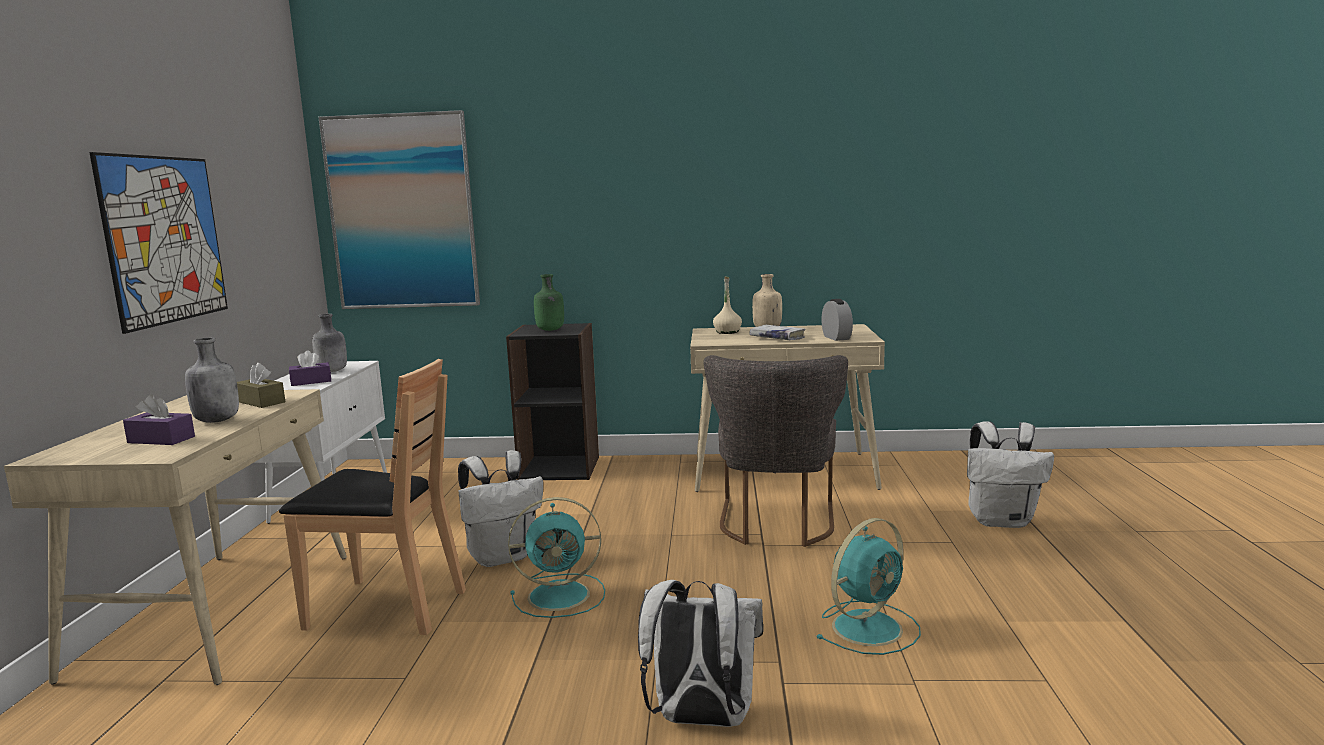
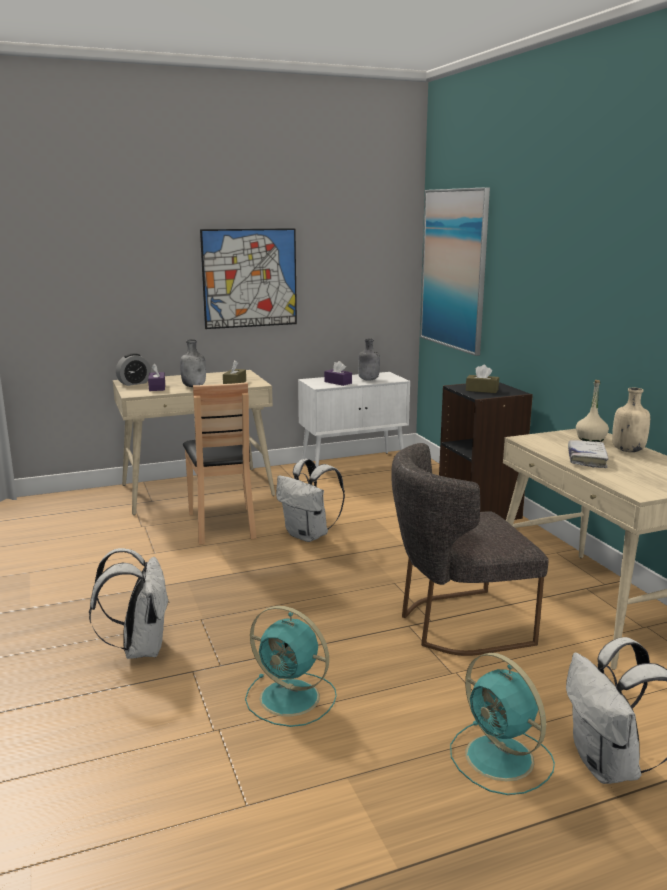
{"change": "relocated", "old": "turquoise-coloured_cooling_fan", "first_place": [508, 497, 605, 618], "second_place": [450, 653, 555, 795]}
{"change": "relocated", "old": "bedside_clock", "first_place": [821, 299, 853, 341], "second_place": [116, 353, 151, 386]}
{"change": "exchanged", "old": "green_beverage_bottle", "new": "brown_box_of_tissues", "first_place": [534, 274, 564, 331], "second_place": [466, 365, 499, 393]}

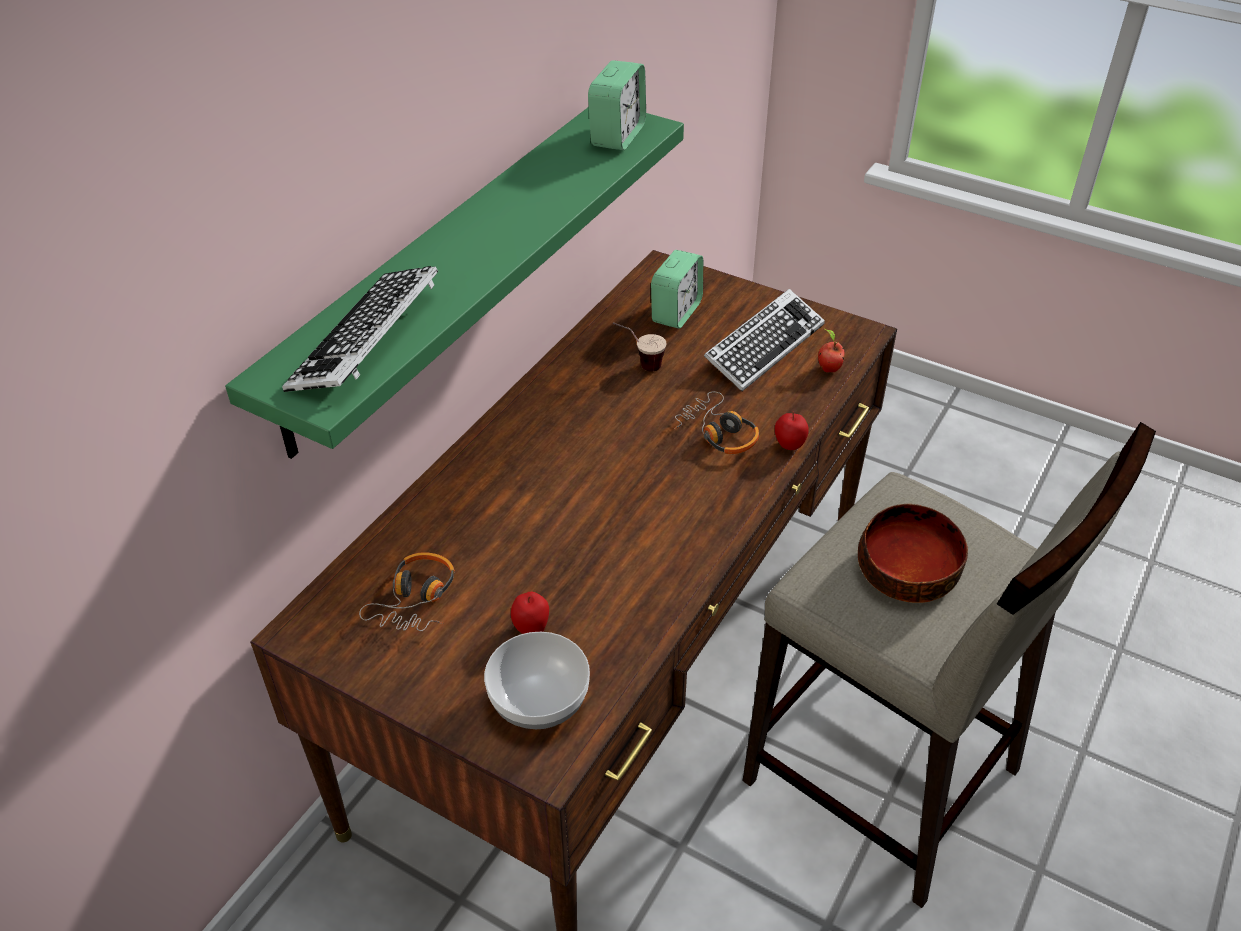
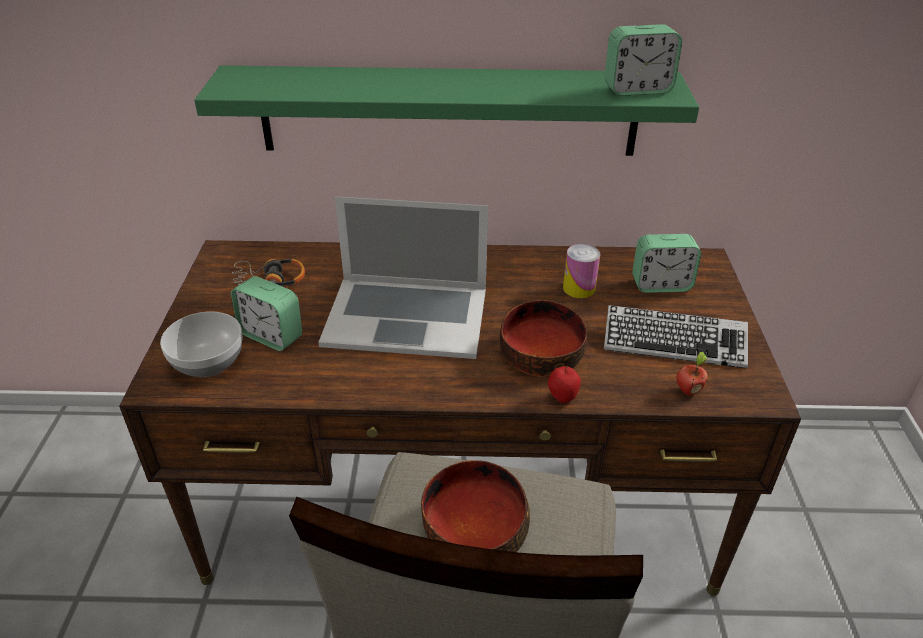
{"change": "missing", "old": "computer_keyboard", "first_place": [282, 266, 438, 392]}
{"change": "appeared", "new": "notebook_computer", "second_place": [318, 196, 488, 359]}
{"change": "exchanged", "old": "whole_apple", "new": "bedside_clock", "first_place": [511, 592, 549, 634], "second_place": [231, 276, 302, 351]}
{"change": "exchanged", "old": "cup", "new": "sealed_can", "first_place": [613, 322, 667, 372], "second_place": [563, 244, 600, 298]}
{"change": "exchanged", "old": "headset", "new": "bowl", "first_place": [674, 391, 759, 454], "second_place": [500, 300, 587, 377]}

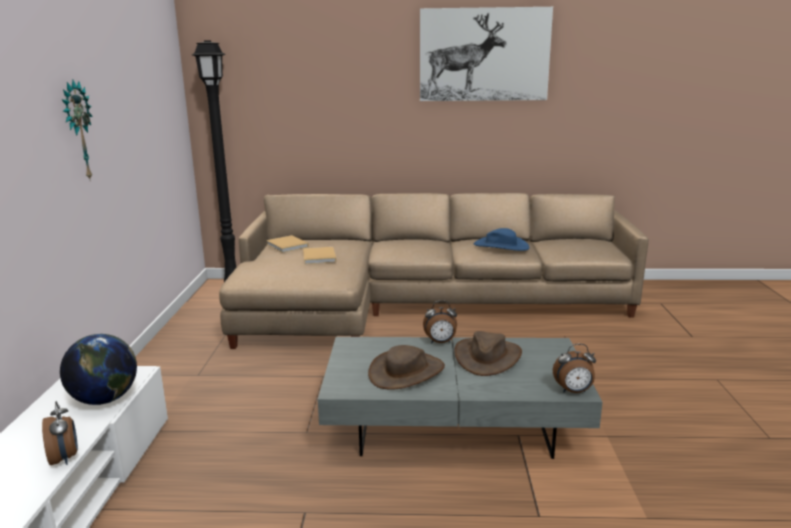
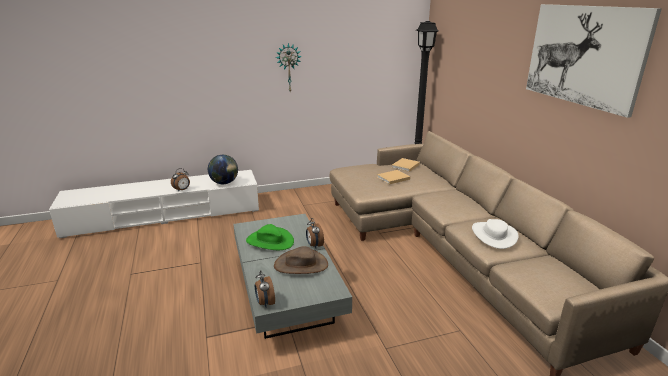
{"change": "colour", "old": "brown_wearable_hat", "new": "green_wearable_hat", "first_place": [368, 345, 445, 390], "second_place": [246, 224, 294, 250]}
{"change": "colour", "old": "blue-coloured_wearable_hat", "new": "white-coloured_wearable_hat", "first_place": [474, 228, 530, 251], "second_place": [472, 219, 519, 249]}

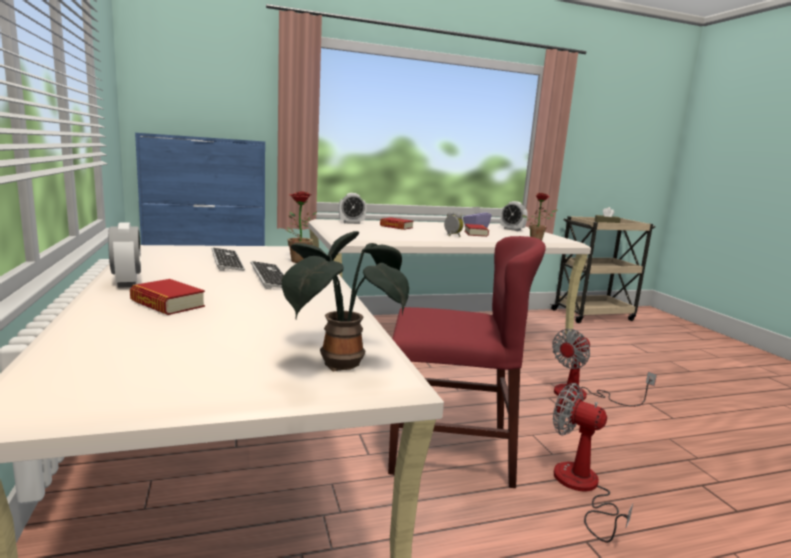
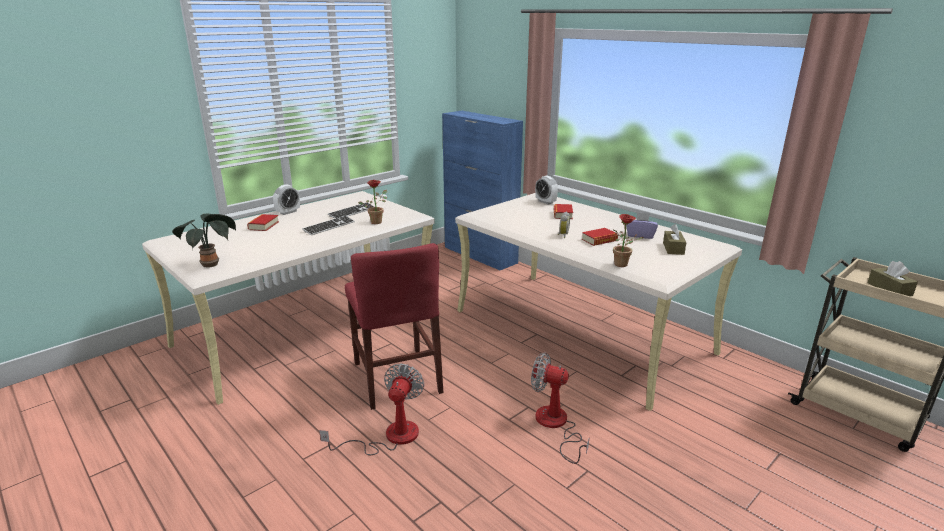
{"change": "exchanged", "old": "bedside_clock", "new": "brown_box_of_tissues", "first_place": [500, 201, 528, 231], "second_place": [663, 224, 686, 255]}

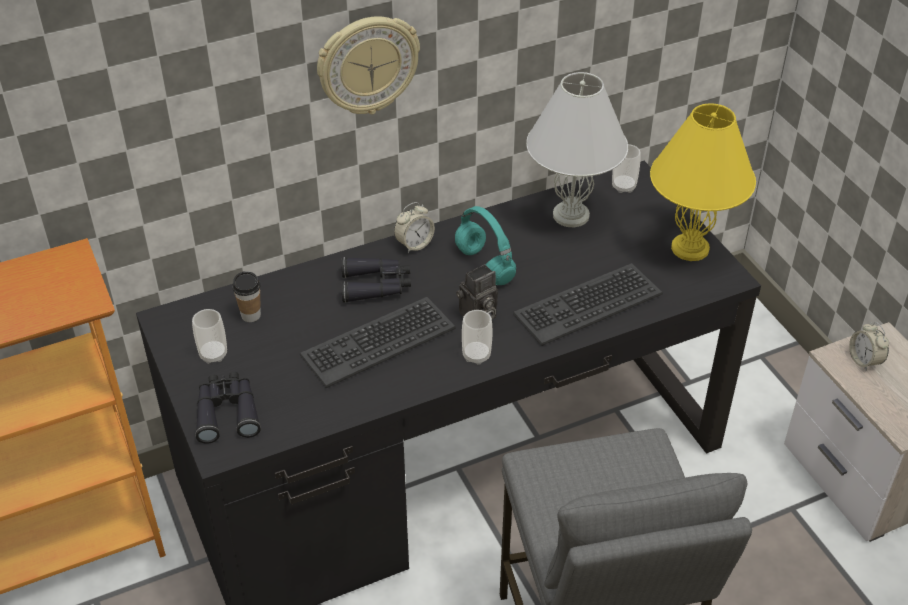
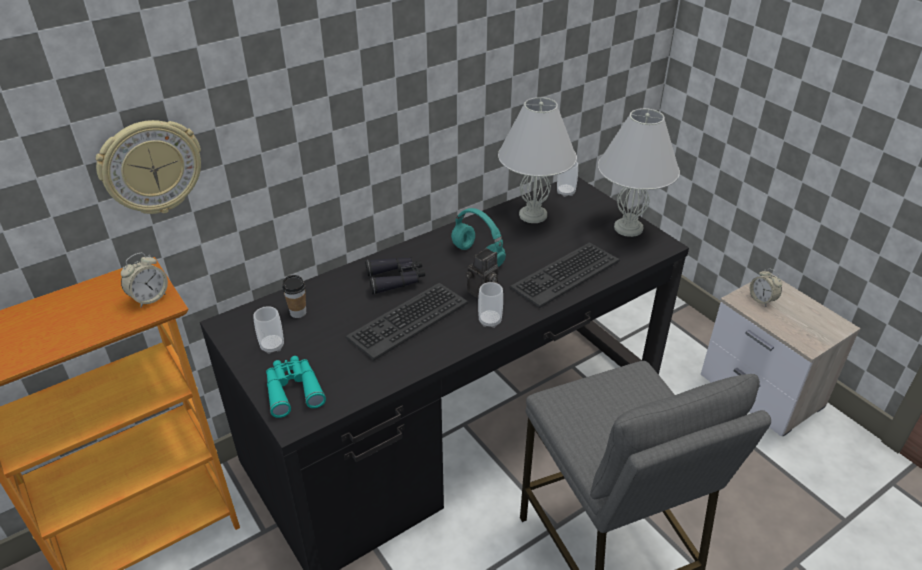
{"change": "relocated", "old": "hanging_clock", "first_place": [317, 16, 420, 114], "second_place": [96, 120, 201, 214]}
{"change": "relocated", "old": "bedside_clock", "first_place": [394, 202, 435, 253], "second_place": [121, 252, 168, 308]}
{"change": "colour", "old": "black_pair_of_binoculars", "new": "turquoise-coloured_pair_of_binoculars", "first_place": [195, 372, 261, 444], "second_place": [266, 356, 326, 418]}
{"change": "colour", "old": "yellow_table_lamp", "new": "white-coloured_table_lamp", "first_place": [650, 103, 756, 261], "second_place": [598, 108, 680, 237]}

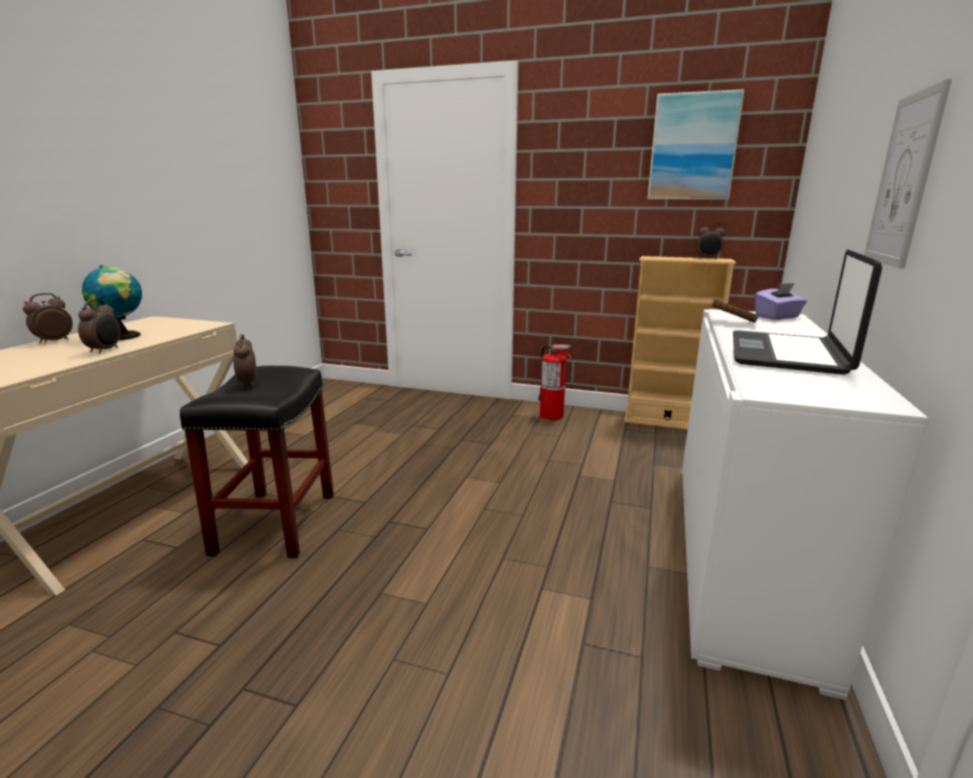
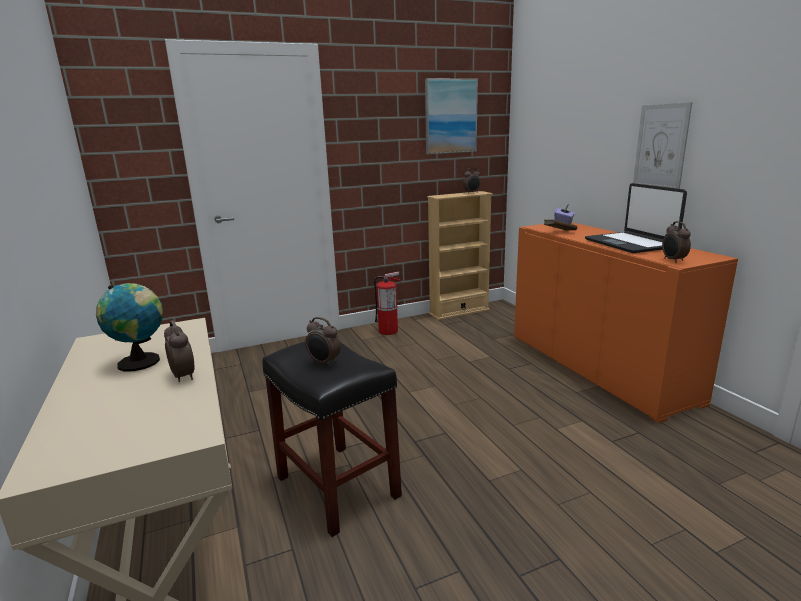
{"change": "relocated", "old": "bedside_clock", "first_place": [23, 293, 73, 343], "second_place": [662, 221, 691, 263]}
{"change": "colour", "old": "white-coloured_cabinet", "new": "orange_cabinet", "first_place": [682, 309, 928, 700], "second_place": [514, 222, 738, 423]}

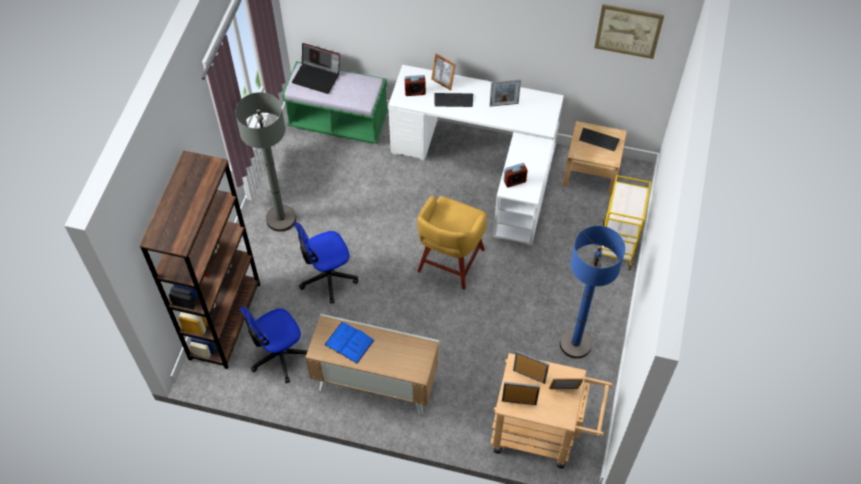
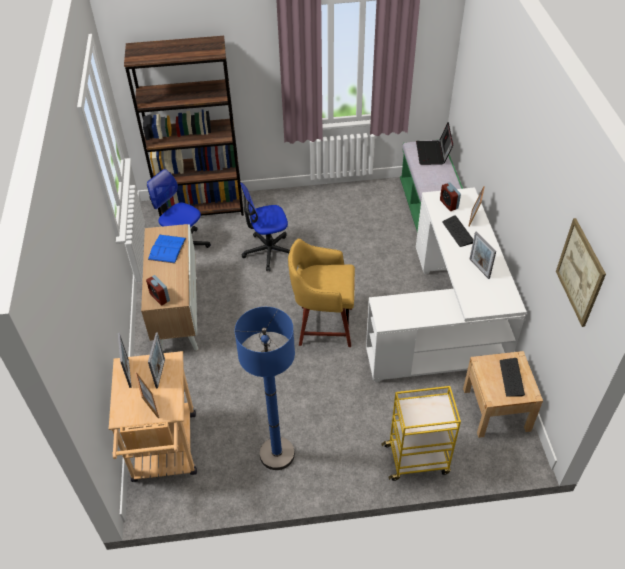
{"change": "missing", "old": "gray_standard_lamp", "first_place": [235, 92, 296, 232]}
{"change": "relocated", "old": "bedside_clock", "first_place": [503, 163, 528, 187], "second_place": [146, 275, 170, 306]}
{"change": "spun", "old": "office_chair", "first_place": [294, 222, 358, 304], "second_place": [240, 183, 290, 271], "degrees": -60}

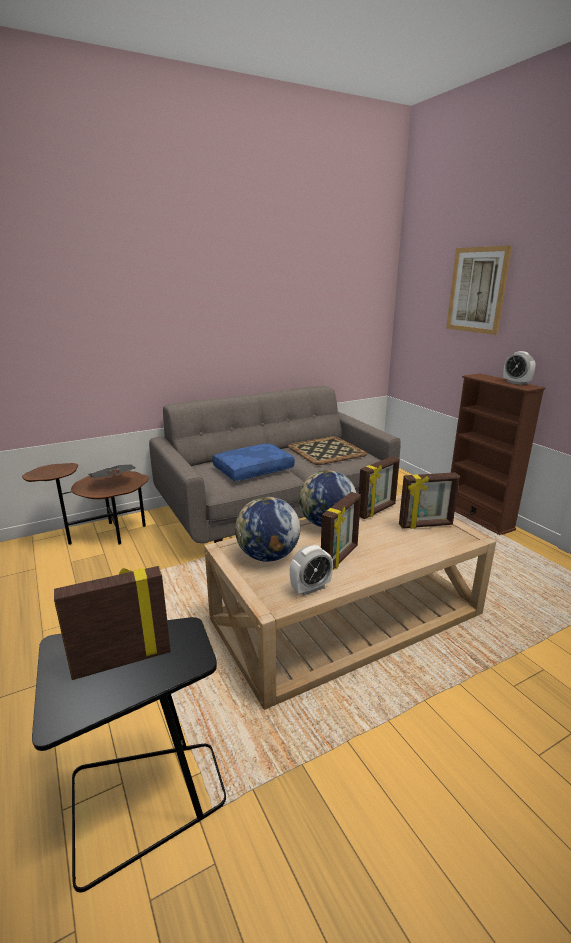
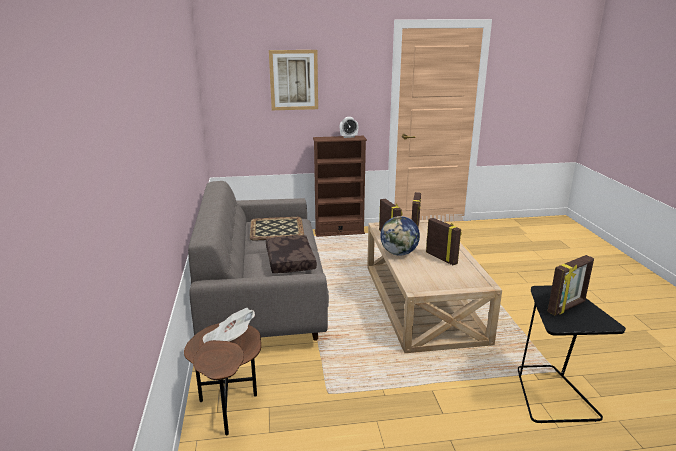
{"change": "missing", "old": "desk_globe", "first_place": [235, 497, 300, 562]}
{"change": "missing", "old": "bedside_clock", "first_place": [290, 545, 333, 596]}
{"change": "colour", "old": "blue-coloured_cushion", "new": "brown_cushion", "first_place": [212, 444, 295, 481], "second_place": [266, 235, 317, 273]}
{"change": "spun", "old": "standing_frame", "first_place": [54, 566, 171, 680], "second_place": [547, 255, 594, 316], "degrees": -120}

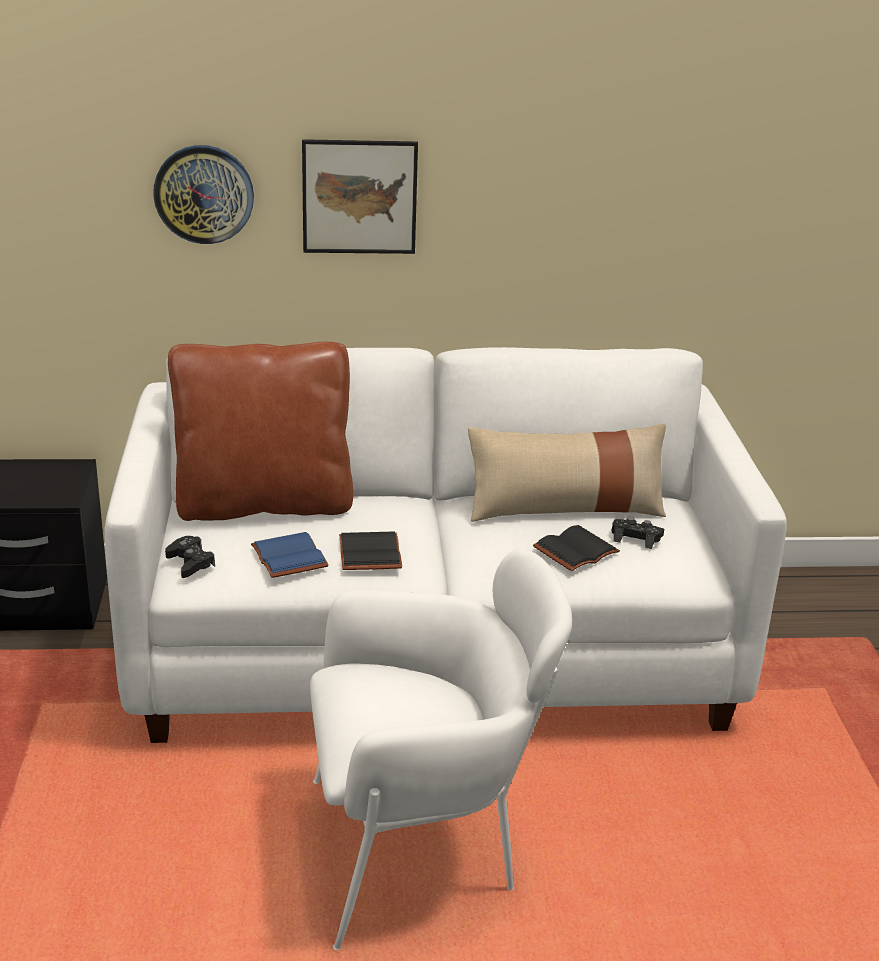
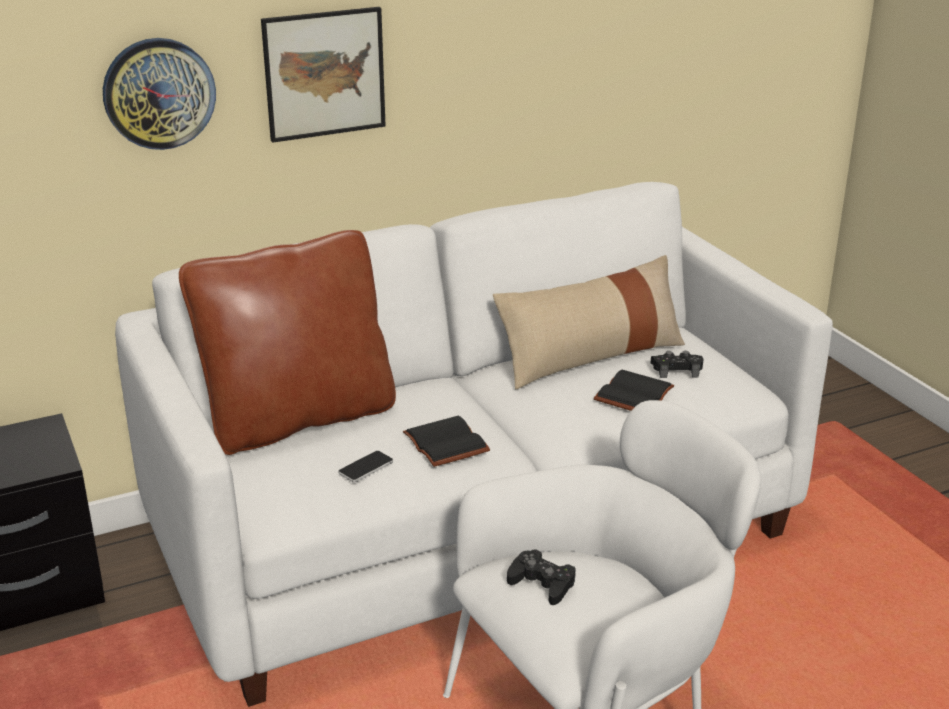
{"change": "relocated", "old": "black_gamepad", "first_place": [165, 536, 215, 578], "second_place": [507, 549, 576, 605]}
{"change": "exchanged", "old": "blue-coloured_volume", "new": "handset", "first_place": [251, 532, 329, 578], "second_place": [338, 451, 393, 483]}

